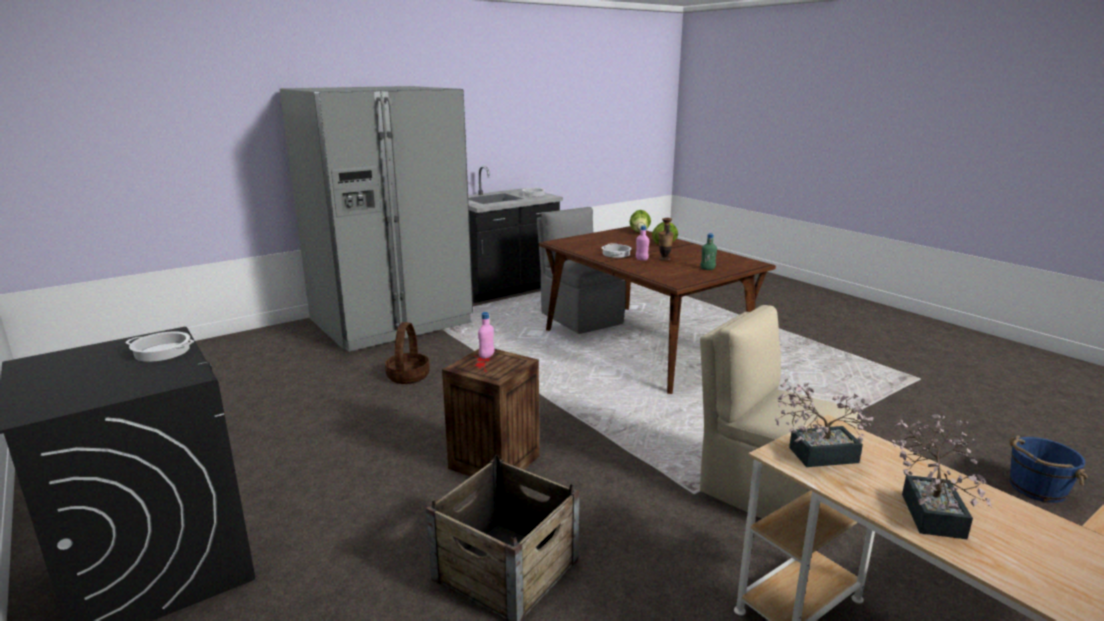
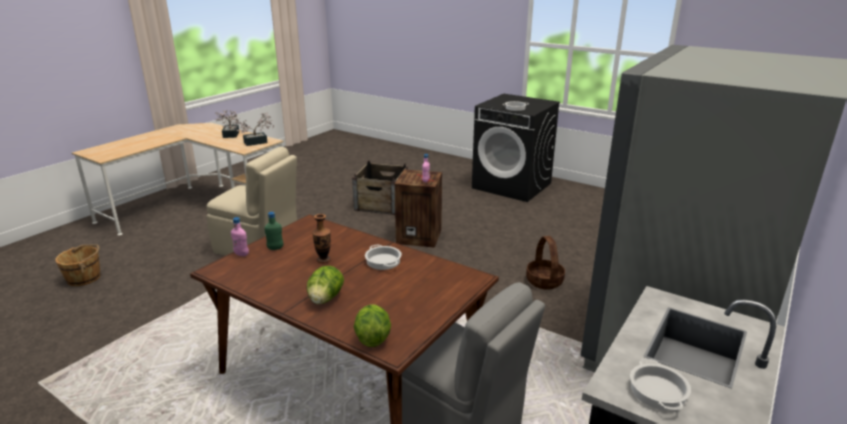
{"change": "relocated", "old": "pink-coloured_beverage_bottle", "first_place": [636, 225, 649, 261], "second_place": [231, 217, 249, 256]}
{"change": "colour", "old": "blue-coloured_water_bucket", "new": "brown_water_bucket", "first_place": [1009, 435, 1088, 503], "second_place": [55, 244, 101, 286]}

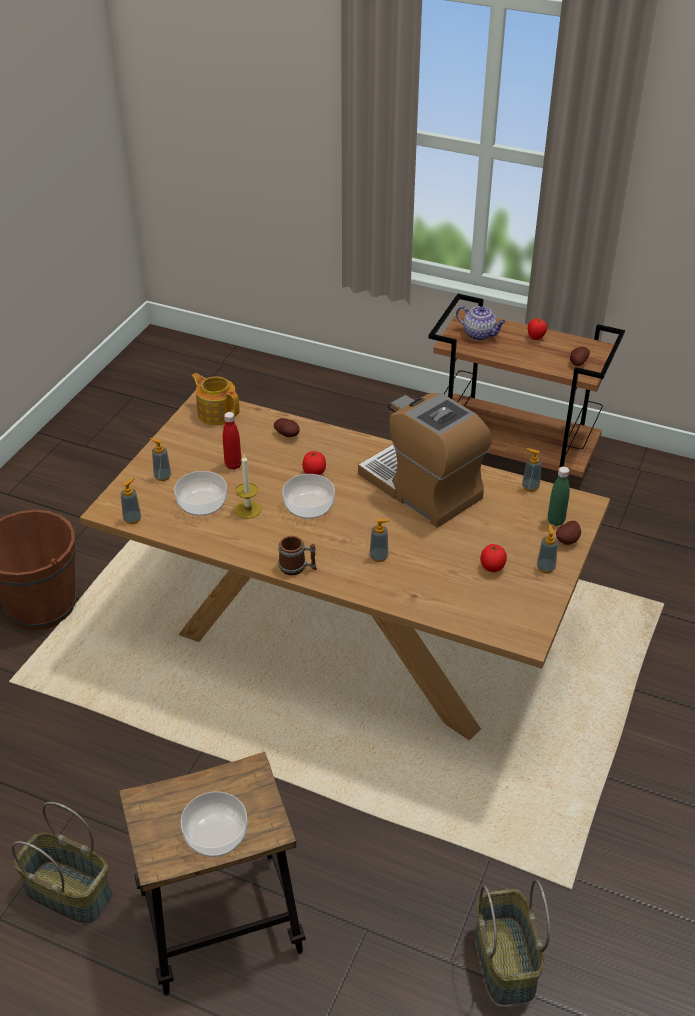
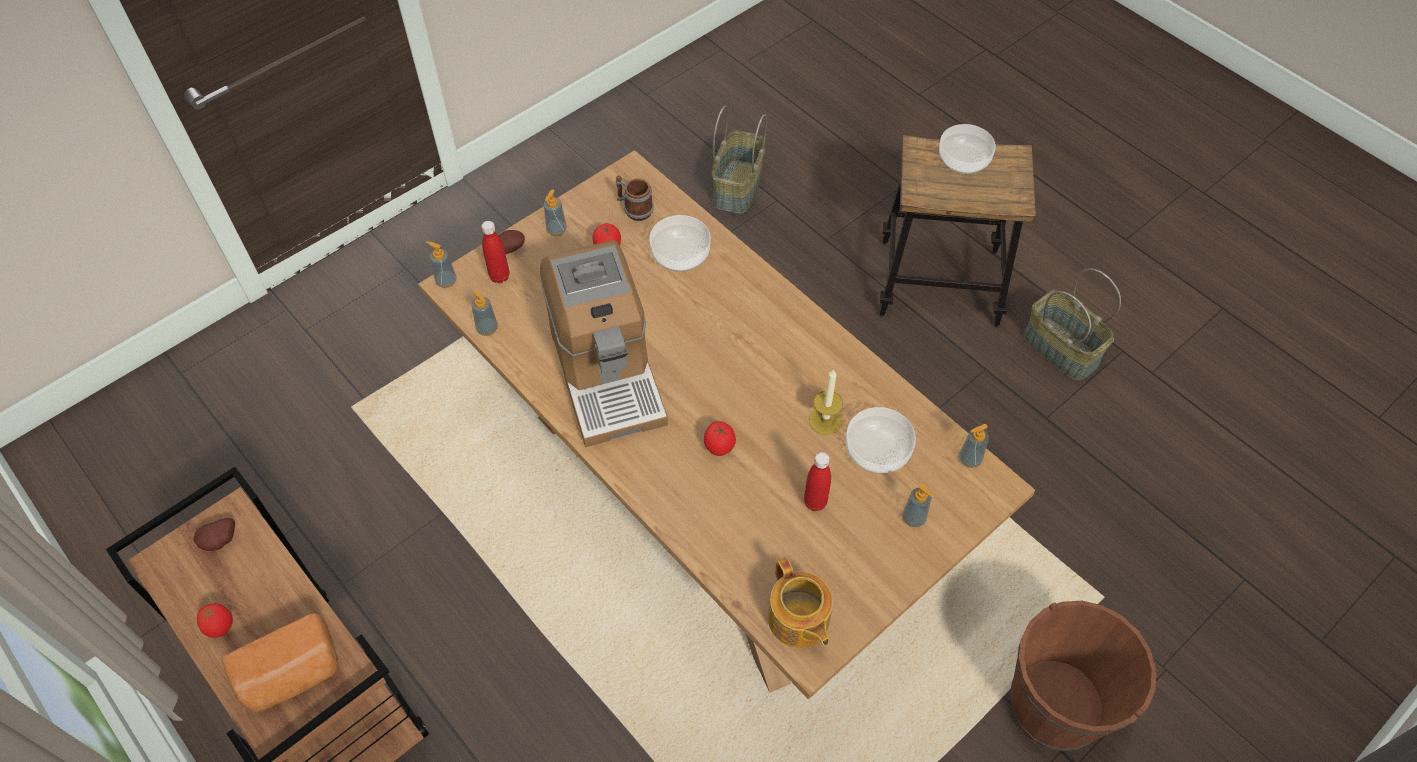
{"change": "missing", "old": "whole_potato", "first_place": [274, 418, 300, 437]}
{"change": "relocated", "old": "coffee_mug", "first_place": [278, 536, 317, 575], "second_place": [616, 175, 654, 221]}
{"change": "relocated", "old": "bowl", "first_place": [282, 474, 335, 519], "second_place": [649, 215, 711, 272]}
{"change": "relocated", "old": "soap_dispenser", "first_place": [369, 519, 390, 562], "second_place": [426, 241, 456, 288]}
{"change": "exchanged", "old": "teapot", "new": "baked_bread", "first_place": [456, 306, 506, 340], "second_place": [221, 613, 339, 712]}
{"change": "colour", "old": "green_beverage_bottle", "new": "red-coloured_beverage_bottle", "first_place": [548, 466, 570, 526], "second_place": [481, 221, 509, 283]}

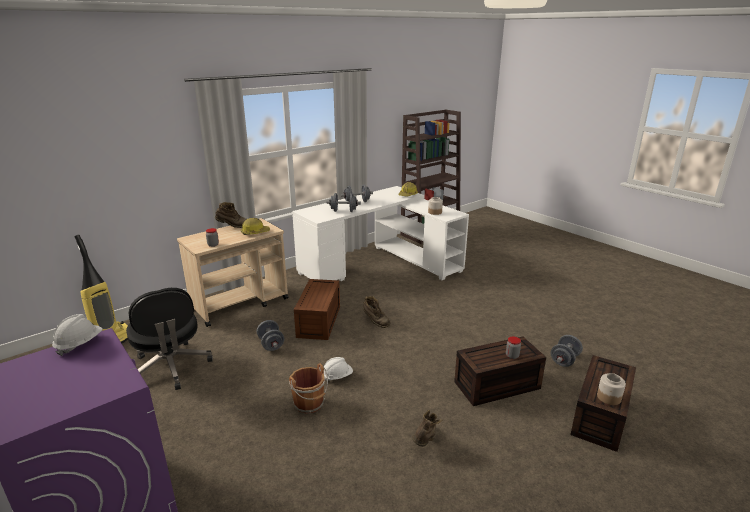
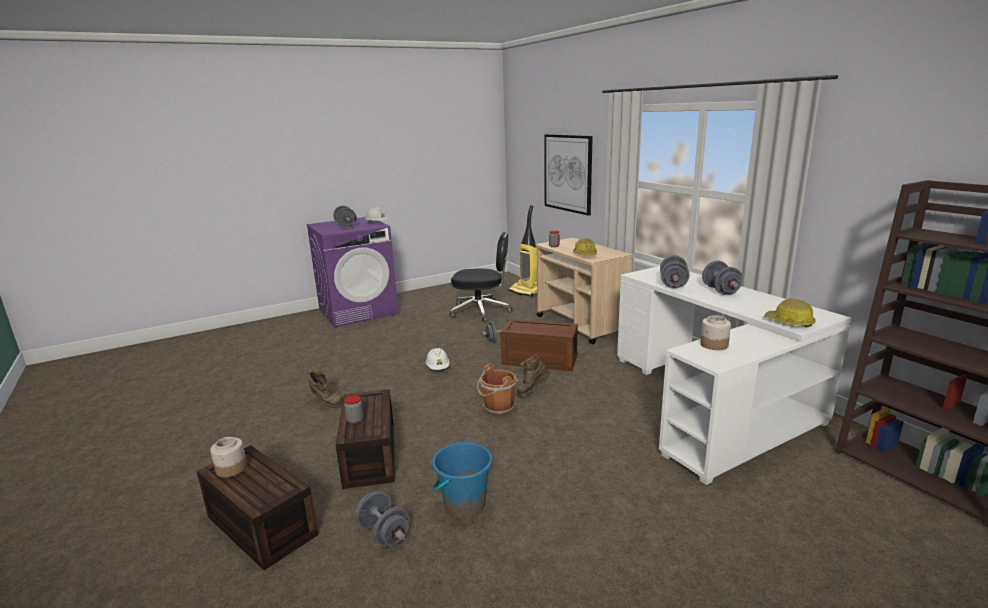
{"change": "missing", "old": "brown_tall_boot", "first_place": [215, 202, 246, 228]}
{"change": "appeared", "new": "gray_hand_weight", "second_place": [333, 205, 357, 228]}
{"change": "appeared", "new": "blue-coloured_water_bucket", "second_place": [432, 442, 493, 518]}
{"change": "appeared", "new": "wall_picture", "second_place": [544, 134, 593, 216]}
{"change": "relocated", "old": "brown_water_bucket", "first_place": [289, 363, 328, 414], "second_place": [477, 363, 518, 415]}
{"change": "spun", "old": "black_office_chair", "first_place": [126, 288, 213, 390], "second_place": [450, 232, 513, 322], "degrees": -150}

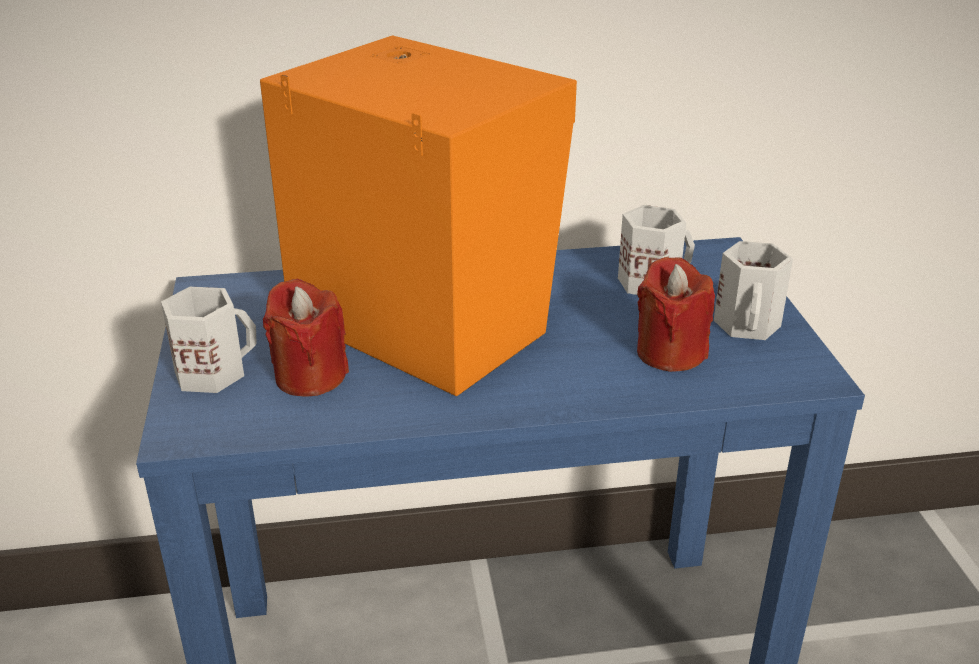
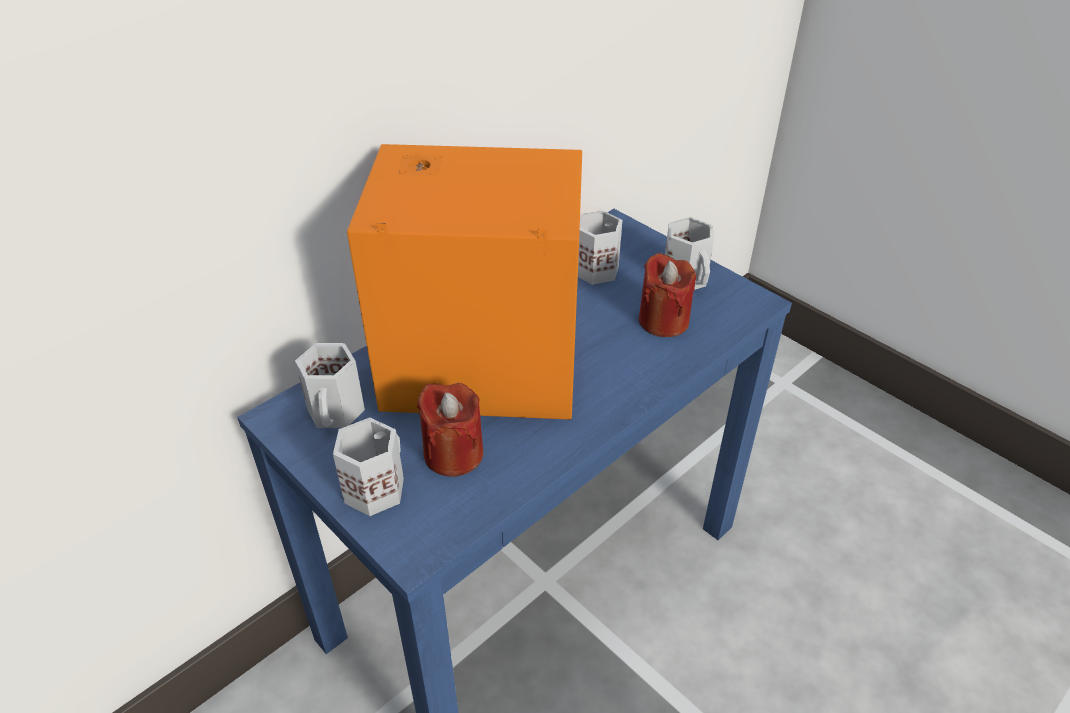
{"change": "appeared", "new": "white-coloured_coffee_mug", "second_place": [295, 343, 365, 428]}

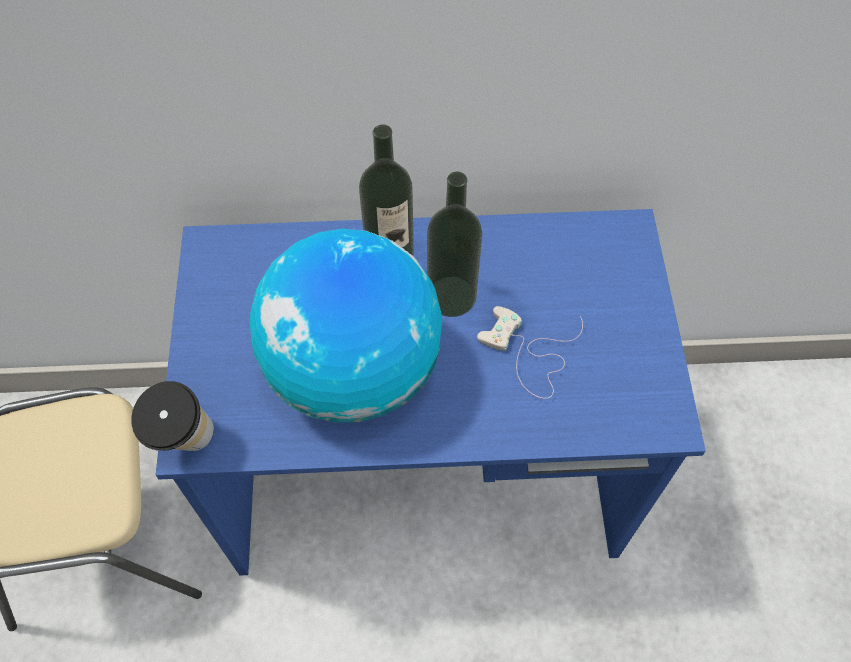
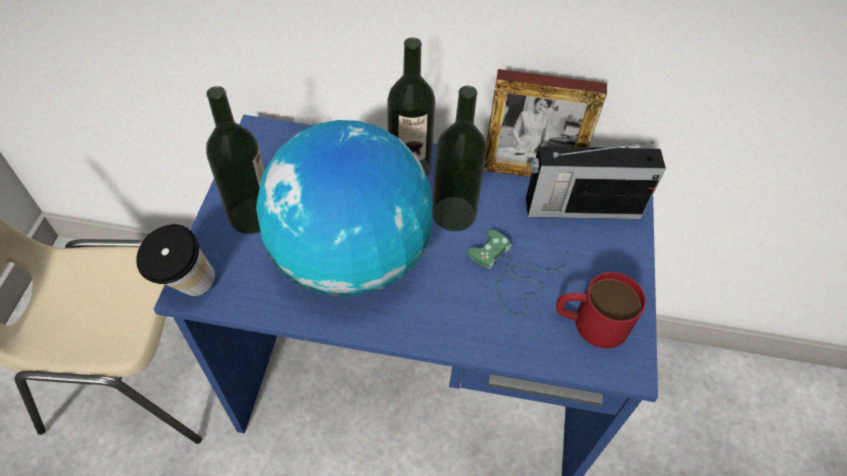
{"change": "appeared", "new": "beverage_bottle", "second_place": [206, 86, 265, 234]}
{"change": "appeared", "new": "standing_frame", "second_place": [484, 69, 607, 177]}
{"change": "appeared", "new": "radio_receiver", "second_place": [526, 142, 666, 219]}
{"change": "appeared", "new": "red-coloured_coffee_mug", "second_place": [556, 272, 646, 348]}
{"change": "colour", "old": "white-coloured_gamepad", "new": "green_gamepad", "first_place": [477, 306, 583, 399], "second_place": [467, 229, 567, 318]}

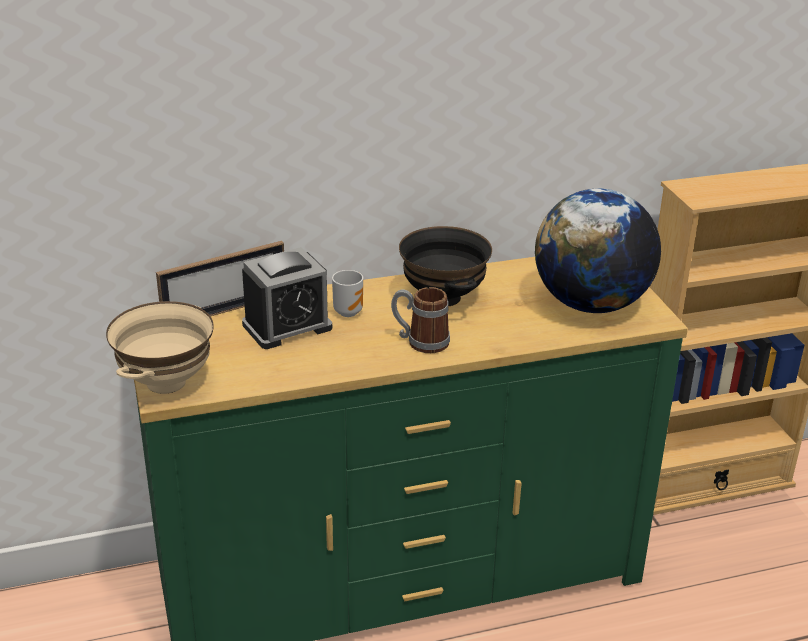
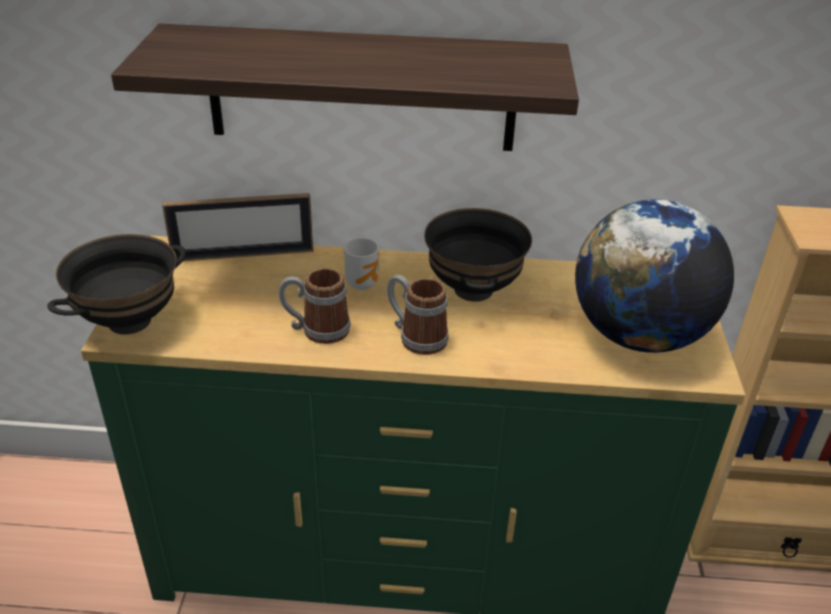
{"change": "missing", "old": "bedside_clock", "first_place": [242, 247, 332, 349]}
{"change": "appeared", "new": "shelf", "second_place": [111, 24, 579, 151]}
{"change": "appeared", "new": "coffee_mug", "second_place": [279, 268, 351, 344]}
{"change": "colour", "old": "sand-coloured_bowl", "new": "black_bowl", "first_place": [106, 301, 214, 394], "second_place": [47, 234, 186, 335]}

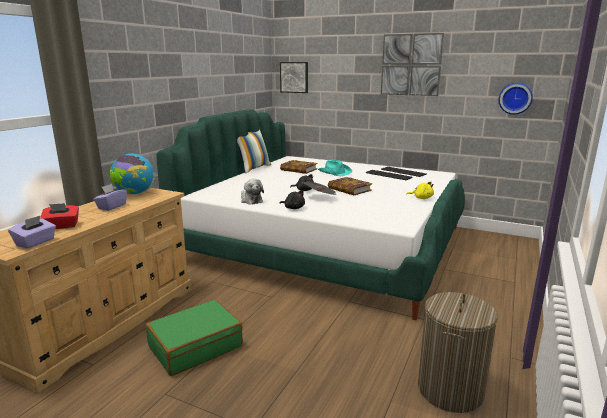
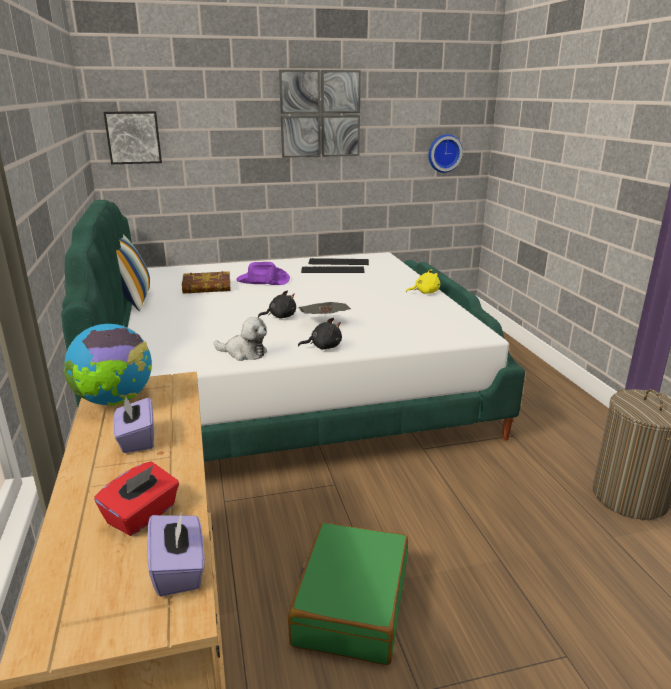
{"change": "missing", "old": "volume", "first_place": [328, 177, 372, 195]}
{"change": "colour", "old": "turquoise-coloured_wearable_hat", "new": "purple_wearable_hat", "first_place": [318, 159, 352, 176], "second_place": [236, 262, 290, 285]}

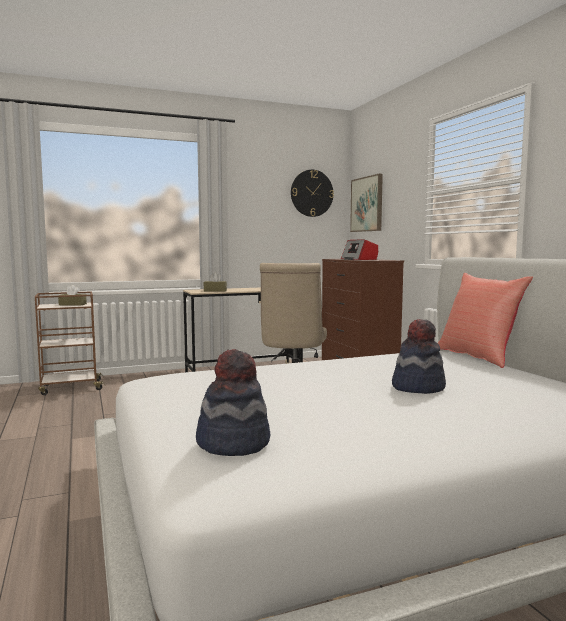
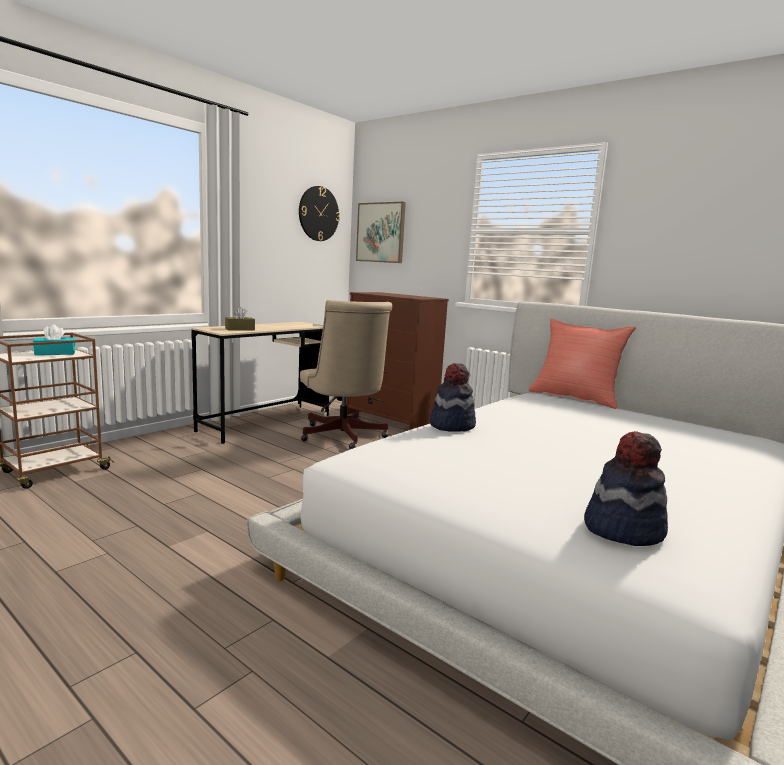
{"change": "missing", "old": "radio_receiver", "first_place": [341, 240, 378, 260]}
{"change": "relocated", "old": "wearable_hat", "first_place": [392, 319, 446, 394], "second_place": [430, 363, 476, 432]}
{"change": "colour", "old": "brown_box_of_tissues", "new": "turquoise-coloured_box_of_tissues", "first_place": [58, 285, 87, 306], "second_place": [33, 324, 75, 355]}

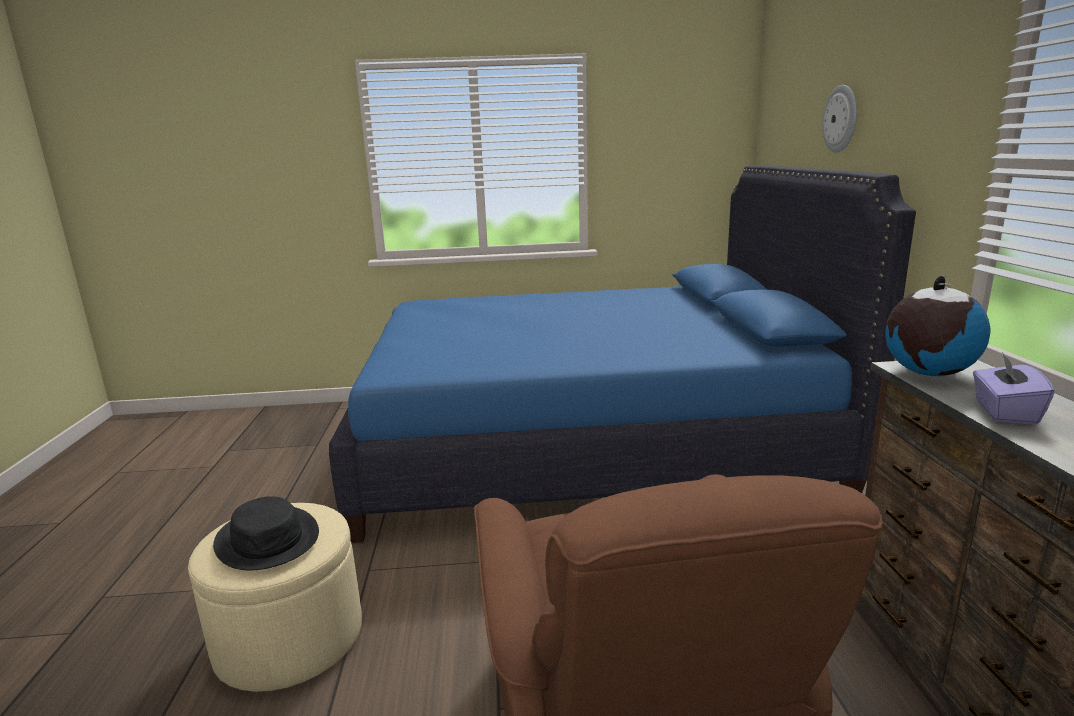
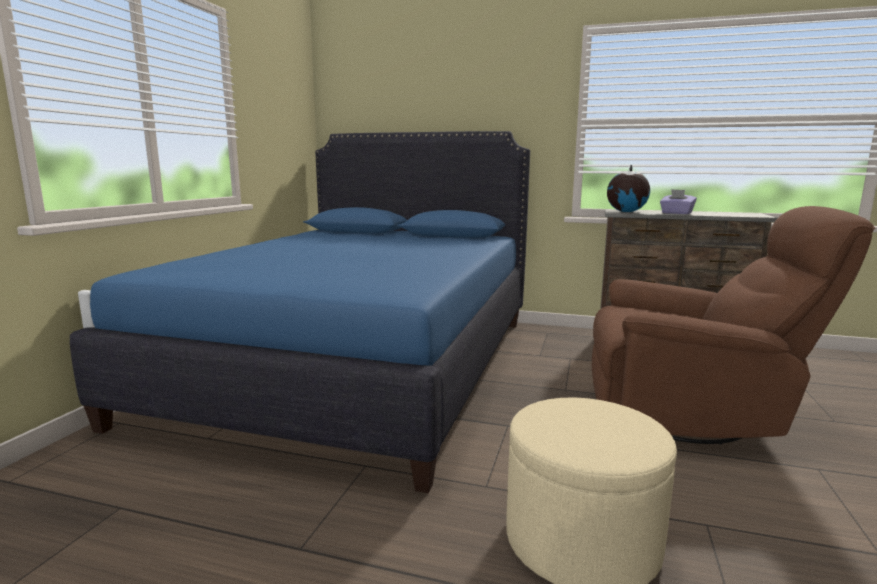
{"change": "missing", "old": "black_wearable_hat", "first_place": [213, 496, 319, 570]}
{"change": "missing", "old": "hanging_clock", "first_place": [822, 85, 857, 152]}

